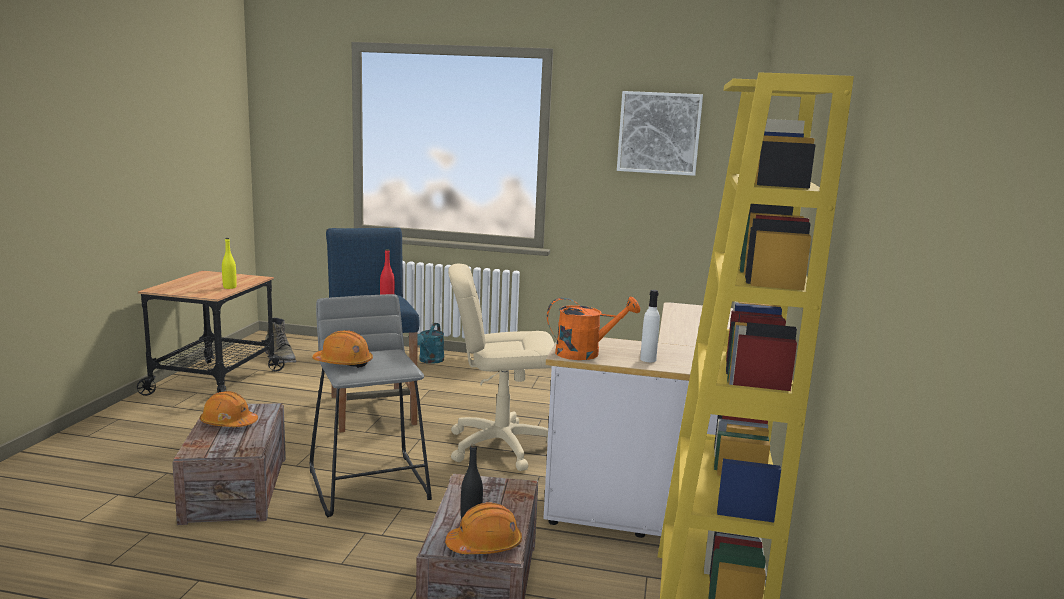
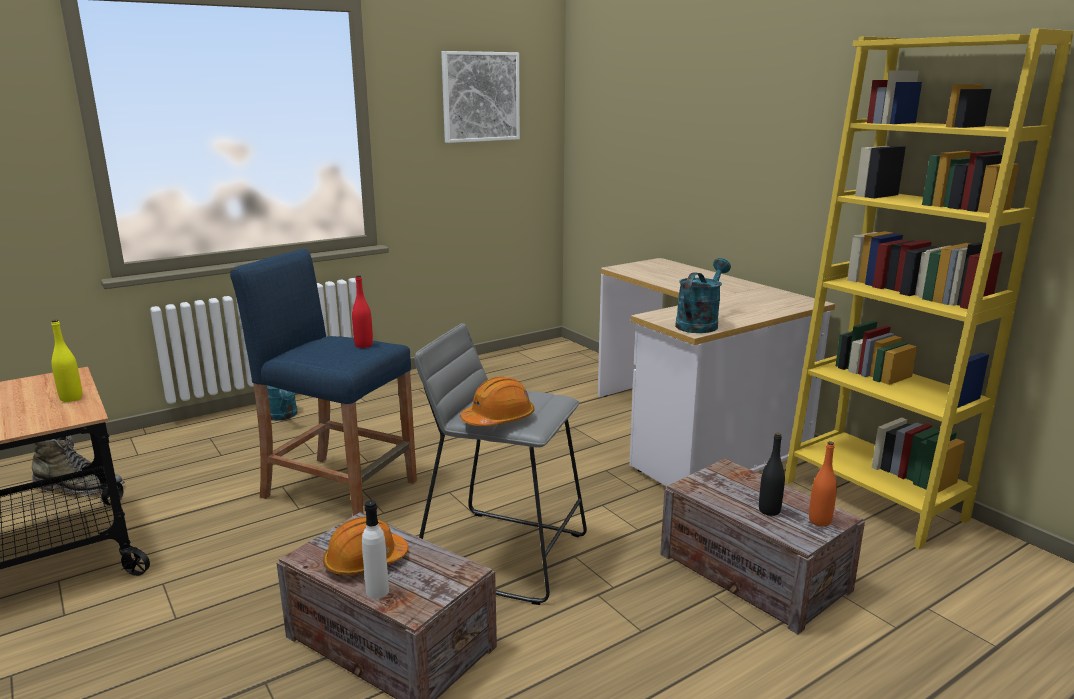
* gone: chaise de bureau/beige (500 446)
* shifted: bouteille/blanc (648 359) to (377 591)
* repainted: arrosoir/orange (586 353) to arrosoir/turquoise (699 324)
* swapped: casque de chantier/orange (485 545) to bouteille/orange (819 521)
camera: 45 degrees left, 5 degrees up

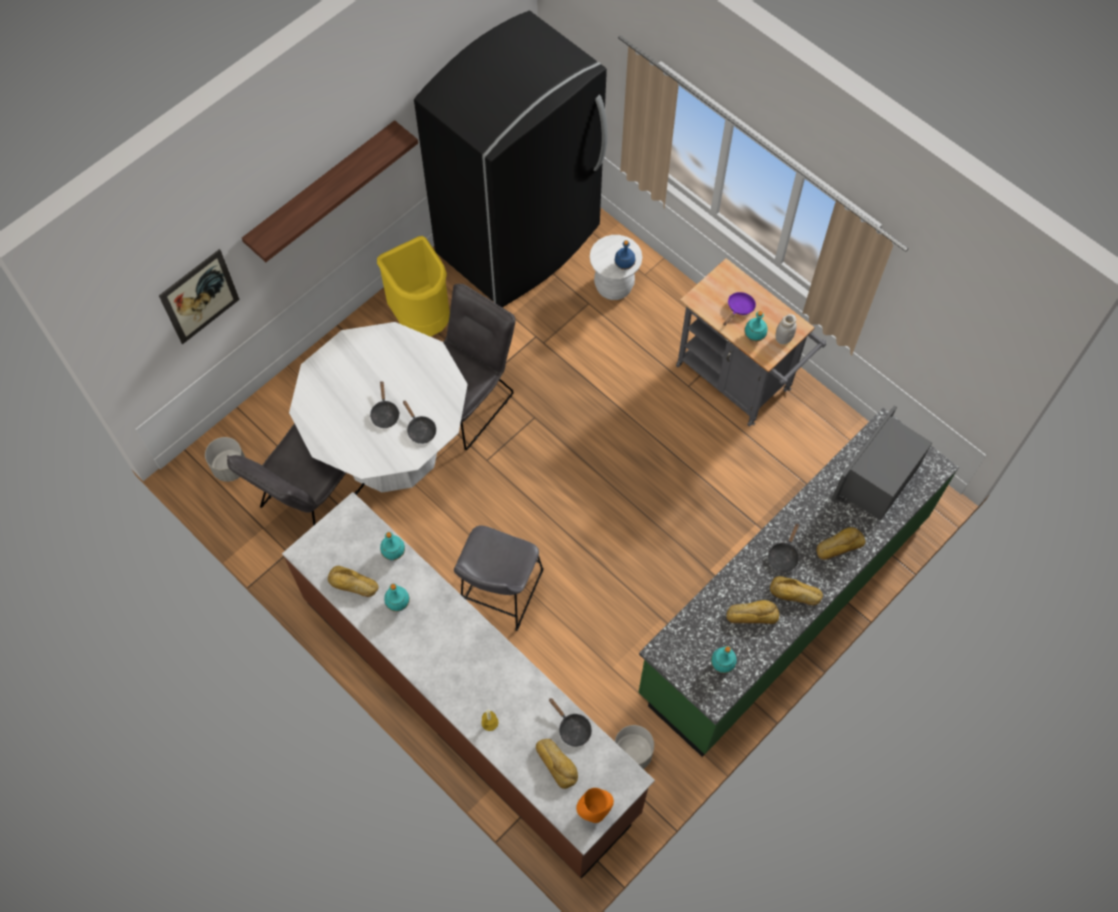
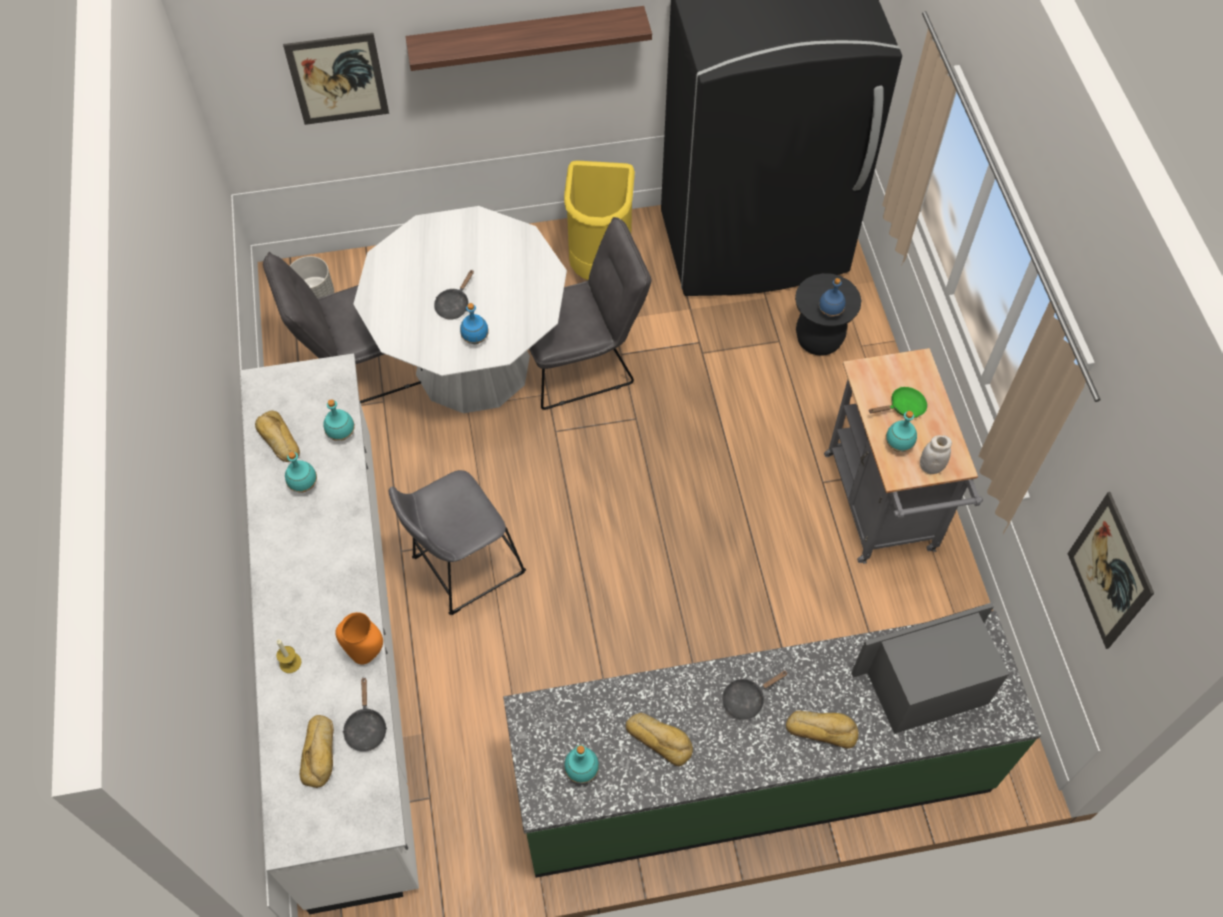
* repainted: tabouret/blanc (614 286) to tabouret/noir (819 339)
* repainted: poêle/violet (739 308) to poêle/vert (903 407)
* swapped: poêle/noir (420 429) to bouteille/bleu (475 339)
* repainted: comptoir de cuisine/marron (470 704) to comptoir de cuisine/blanc (347 656)
* gone: pain (795 594)
* gone: cache-pot/gris (632 754)
* shifted: vase/orange (594 812) to (365 654)
* new: tableau (1109 571)
camera: 35 degrees right, 5 degrees down

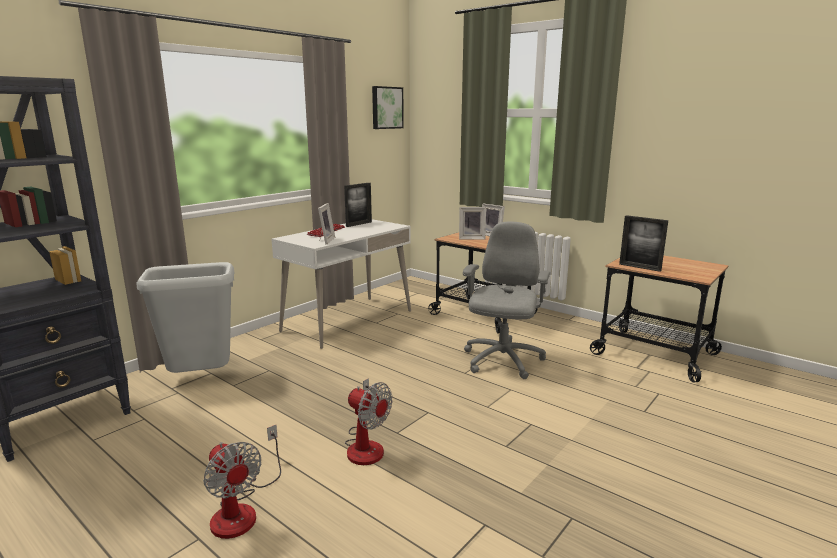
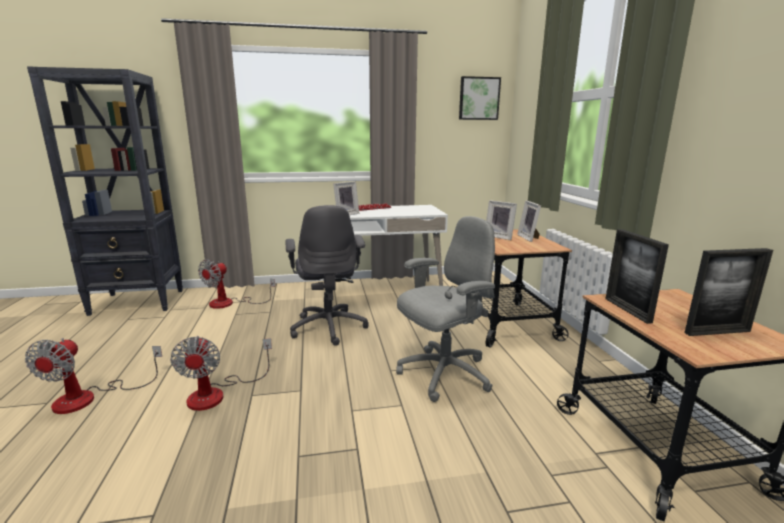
* shifted: cadre photo (359 224) to (717 332)
* swapped: poubelle/gris (202 378) to ventilateur (230 303)
* new: chaise de bureau/gris (329 327)
camera: 40 degrees right, 0 degrees up

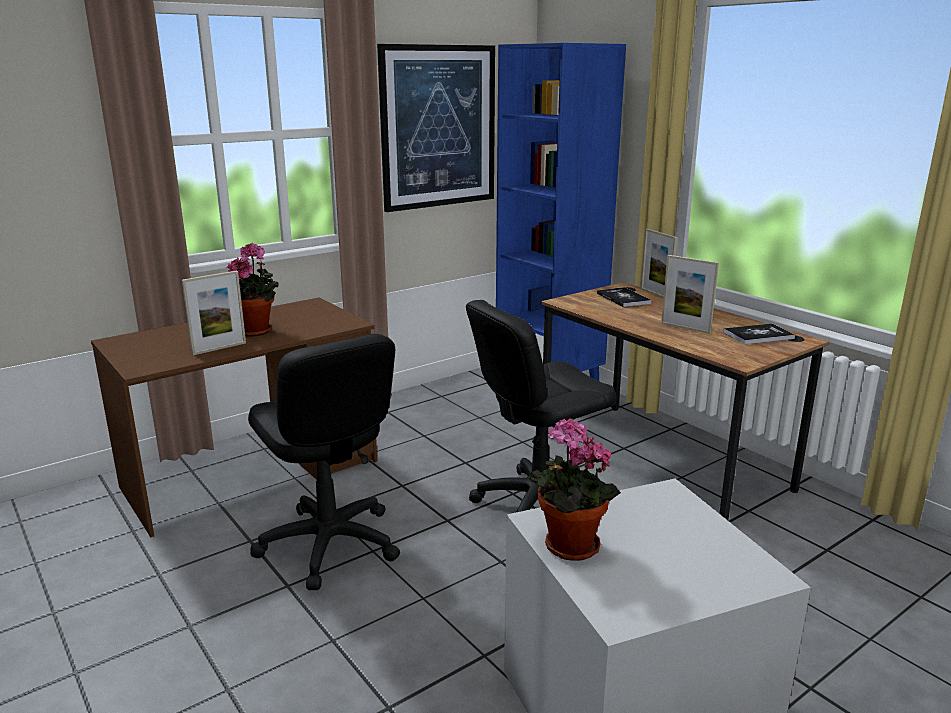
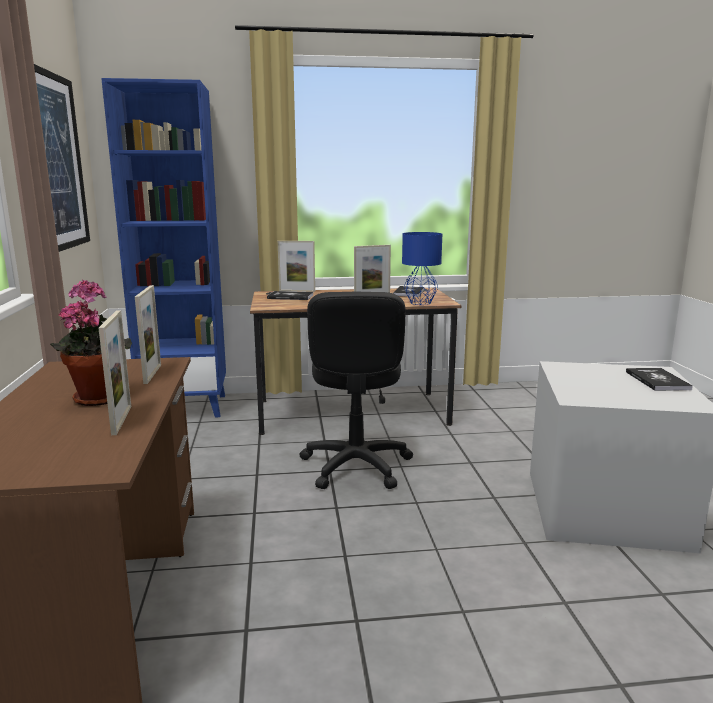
* gone: chaise de bureau/noir (329 544)
* gone: plante en pot (567 548)
* new: lampe de table/bleu (419 303)
* new: cadre photo (152 374)
* new: livre (657 380)
camera: 60 degrees left, 5 degrees down

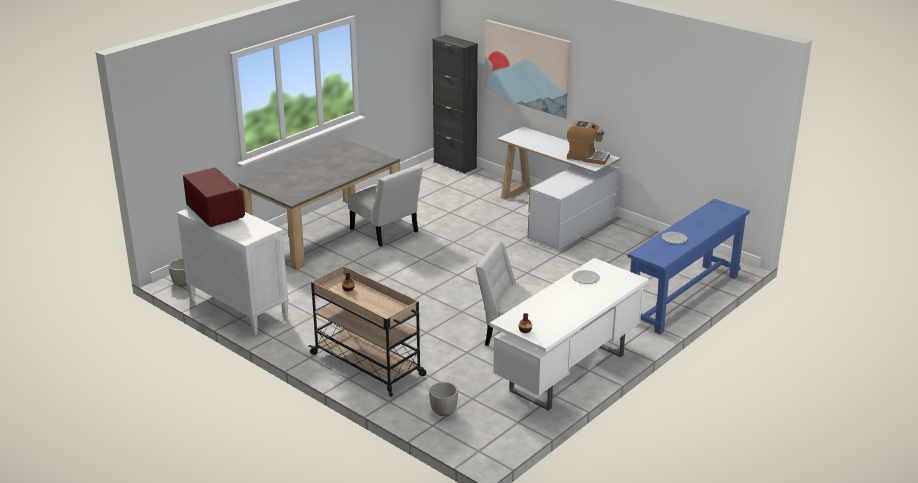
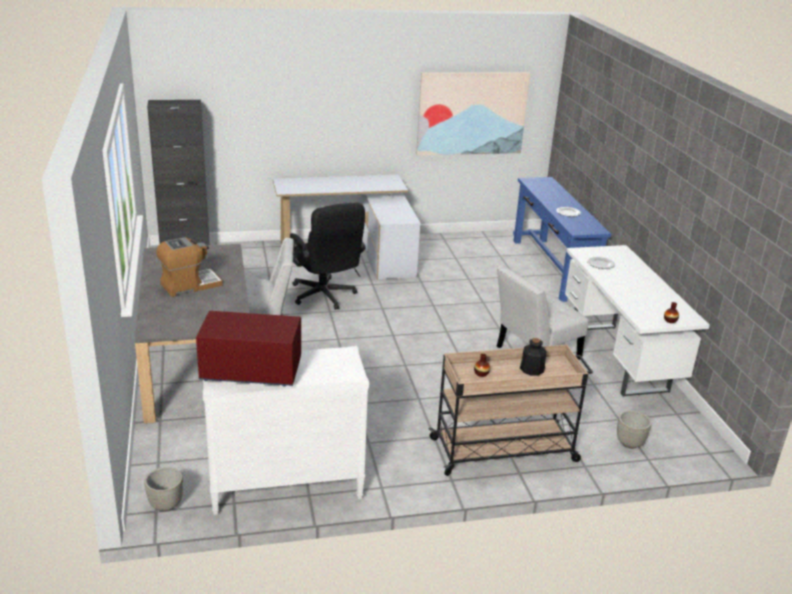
* shifted: tableau (527 68) to (472 113)
* shifted: machine à café (587 157) to (190 285)
* new: chaise de bureau/noir (325 297)
* new: bouteille (532 369)
camera: 55 degrees left, 0 degrees up

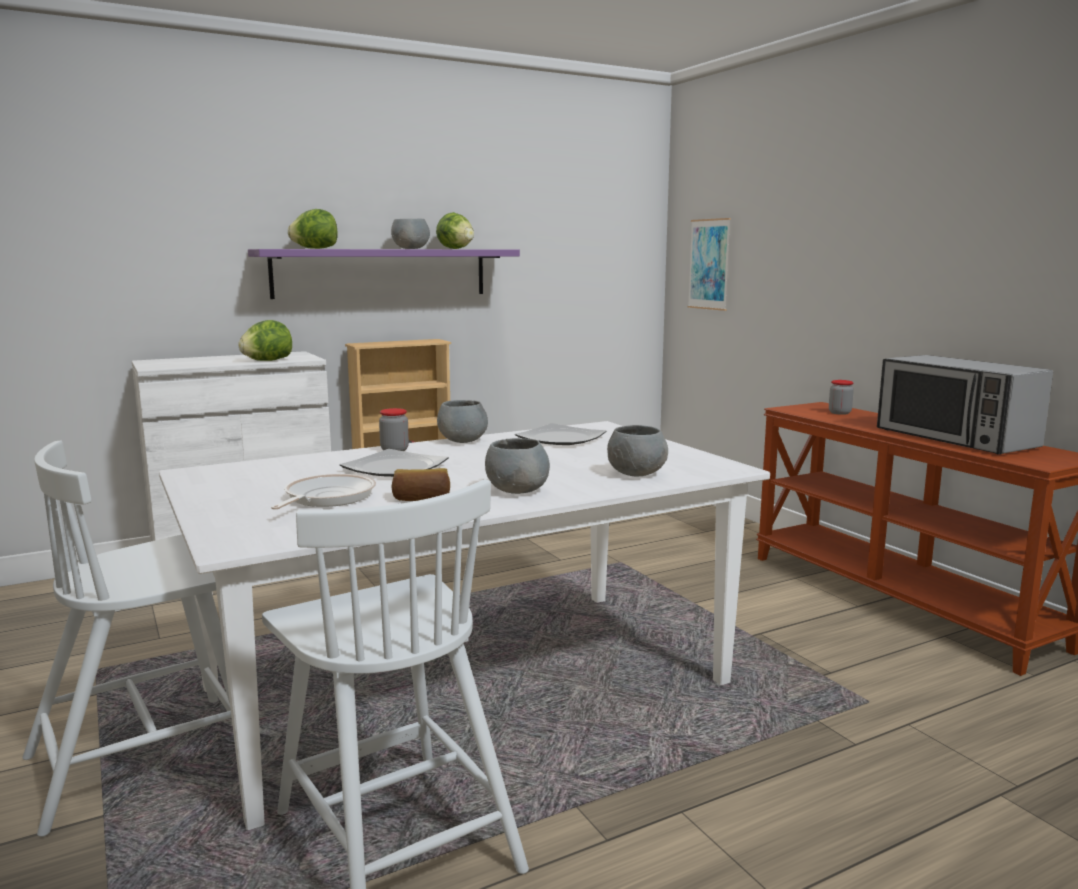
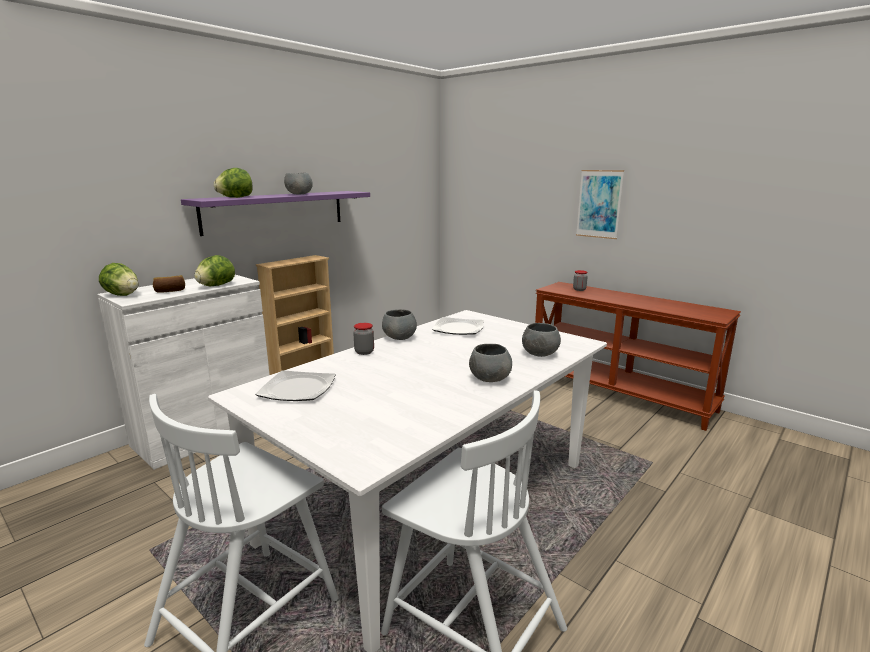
* shifted: laitue (456 249) to (122 295)
* shifted: tableau (709 264) to (599 204)
* gone: micro-ondes (955 438)
* shifted: assiette (396 468) to (298 388)
* shifted: pain (421 499) to (170 291)
* gone: poêle (326 498)
camera: 20 degrees left, 5 degrees up

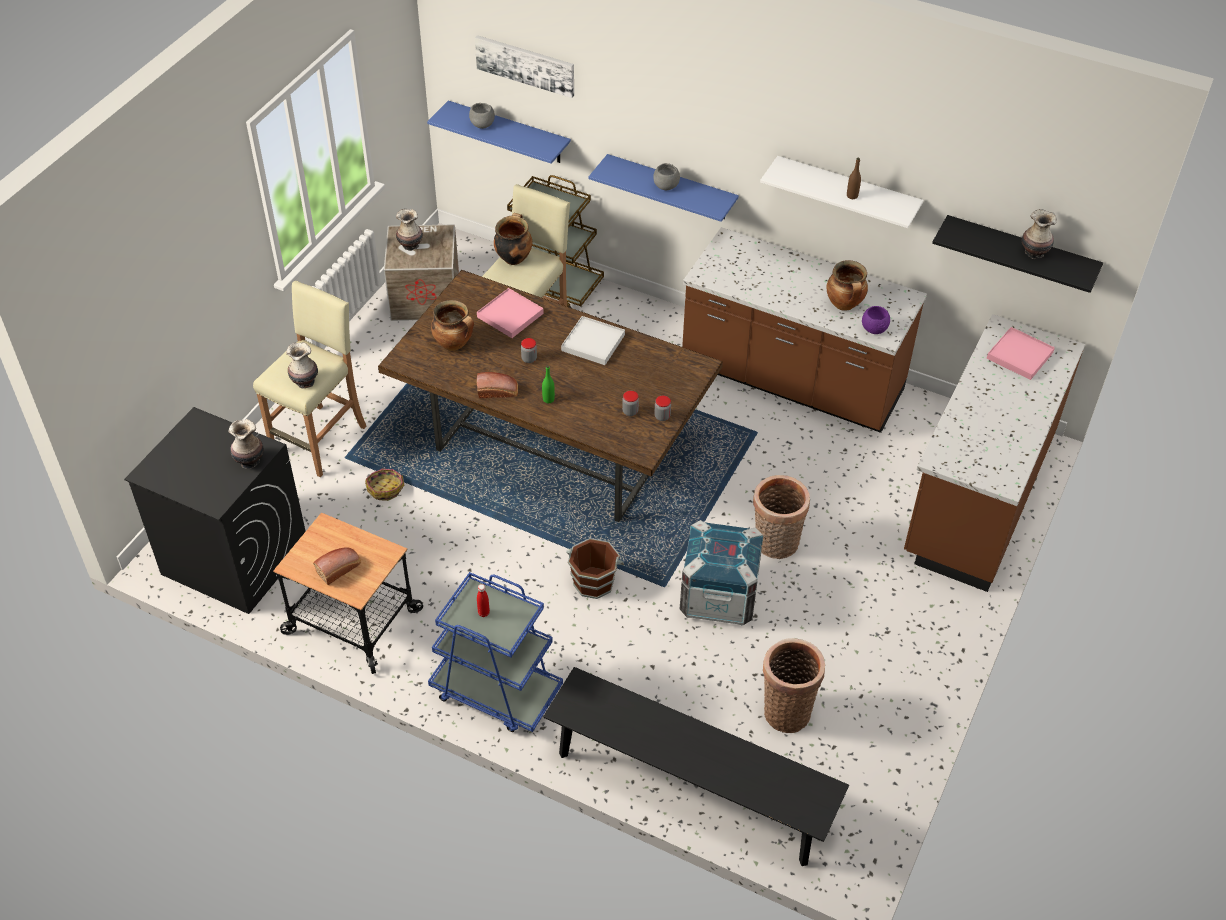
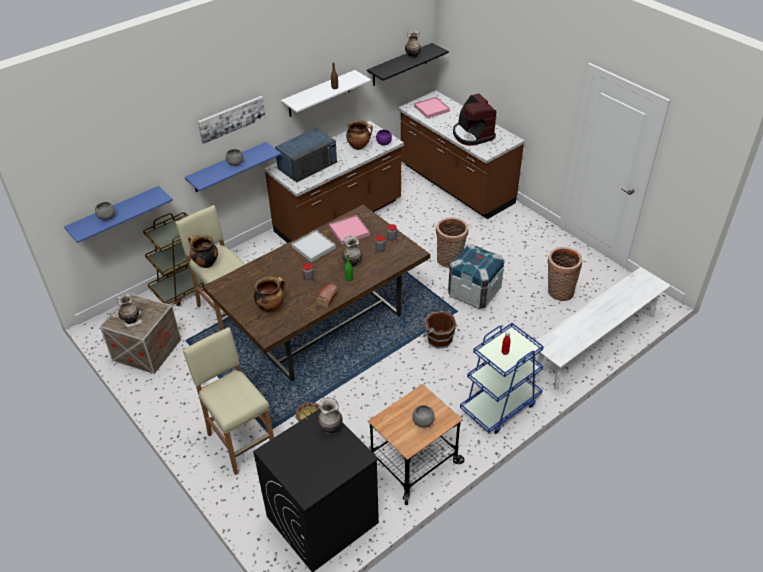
* shifted: tableau (525 65) to (231 118)
* shifted: plateau/rose (510 315) to (349 231)
* shifted: vase (305 382) to (352 263)
* swapped: pain (339 568) to bol/gris (423 422)
* repainted: banc/noir (689 789) to banc/blanc (595 343)
* new: machine à café (472 135)
* new: micro-ondes/bleu (307 165)
camera: 65 degrees left, 5 degrees down

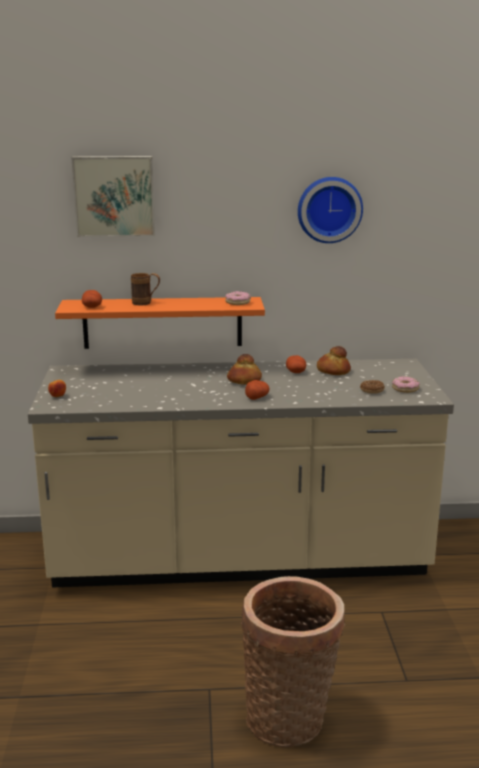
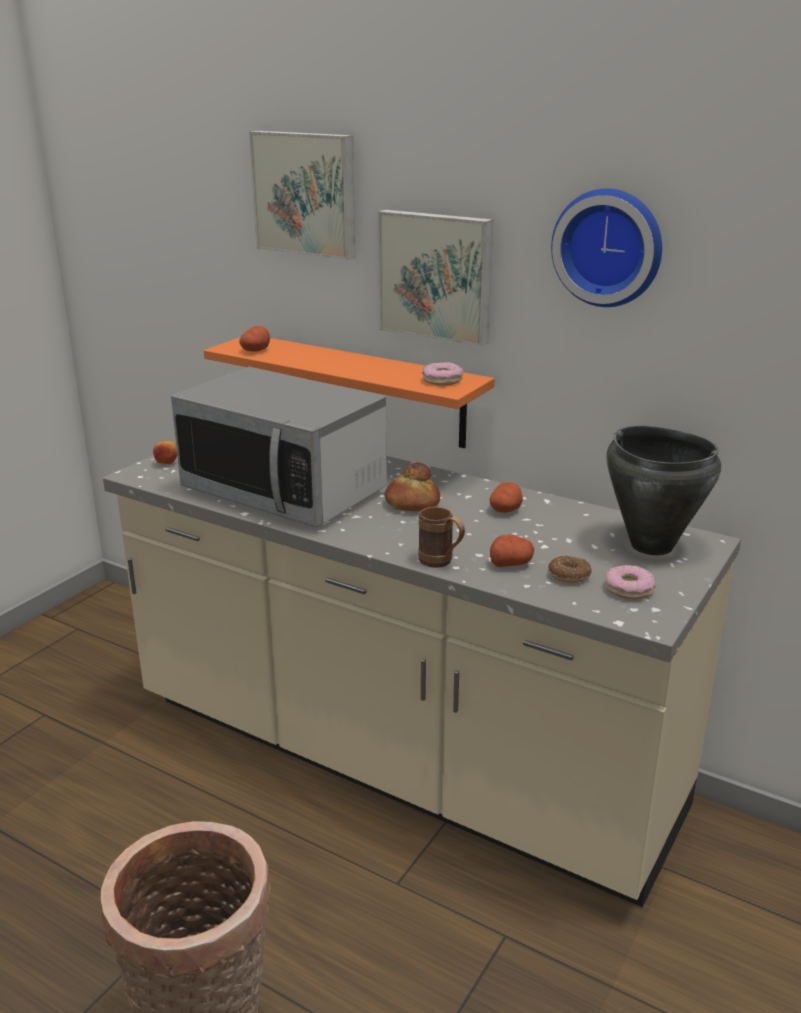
* shifted: mug/marron (146 303) to (441 563)
* gone: pain (333 371)
* shifted: pomme de terre (257 397) to (511 563)
* new: tableau (437 276)
* new: micro-ondes (285 491)
* new: marmite/noir (651 545)
camera: 35 degrees right, 5 degrees up

